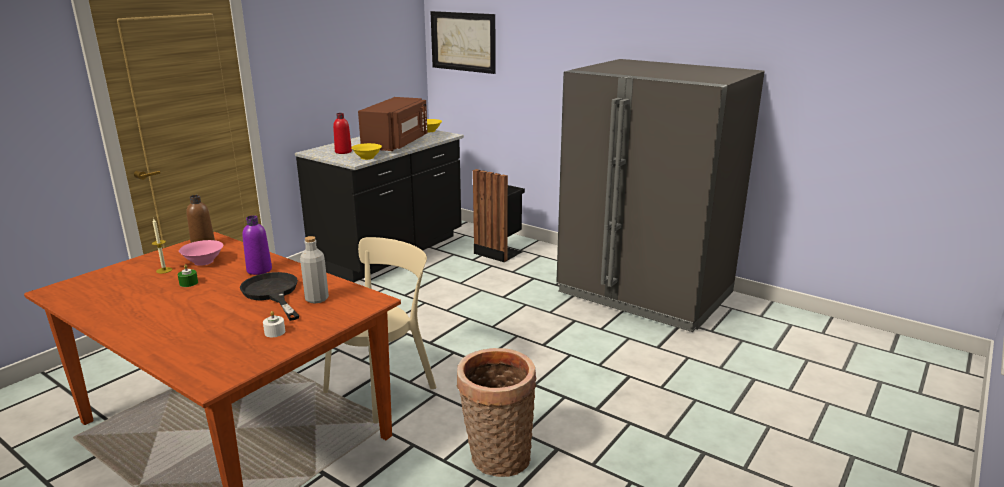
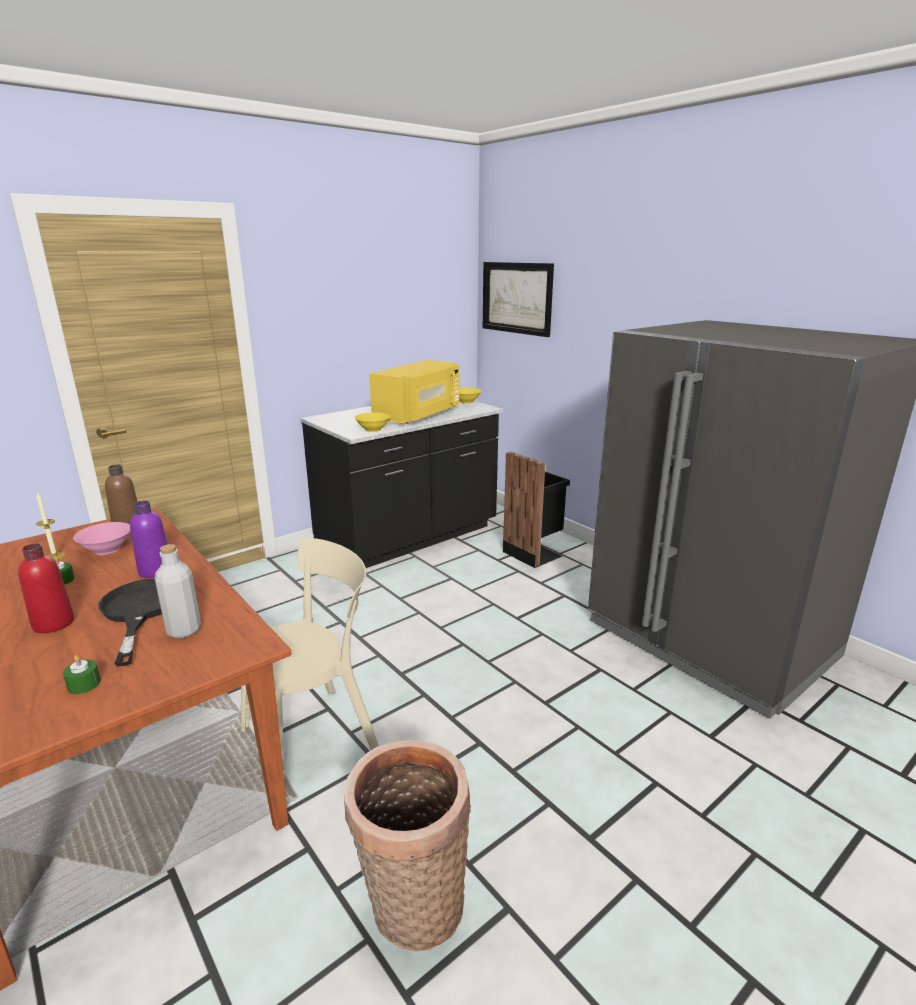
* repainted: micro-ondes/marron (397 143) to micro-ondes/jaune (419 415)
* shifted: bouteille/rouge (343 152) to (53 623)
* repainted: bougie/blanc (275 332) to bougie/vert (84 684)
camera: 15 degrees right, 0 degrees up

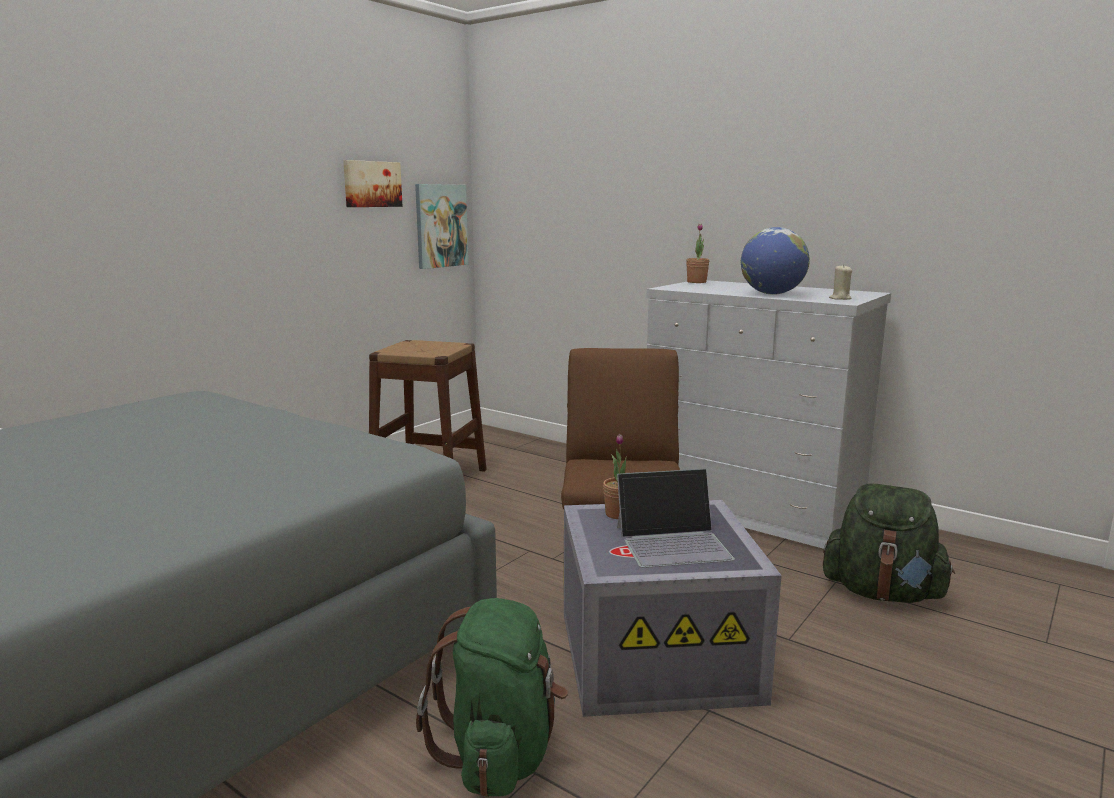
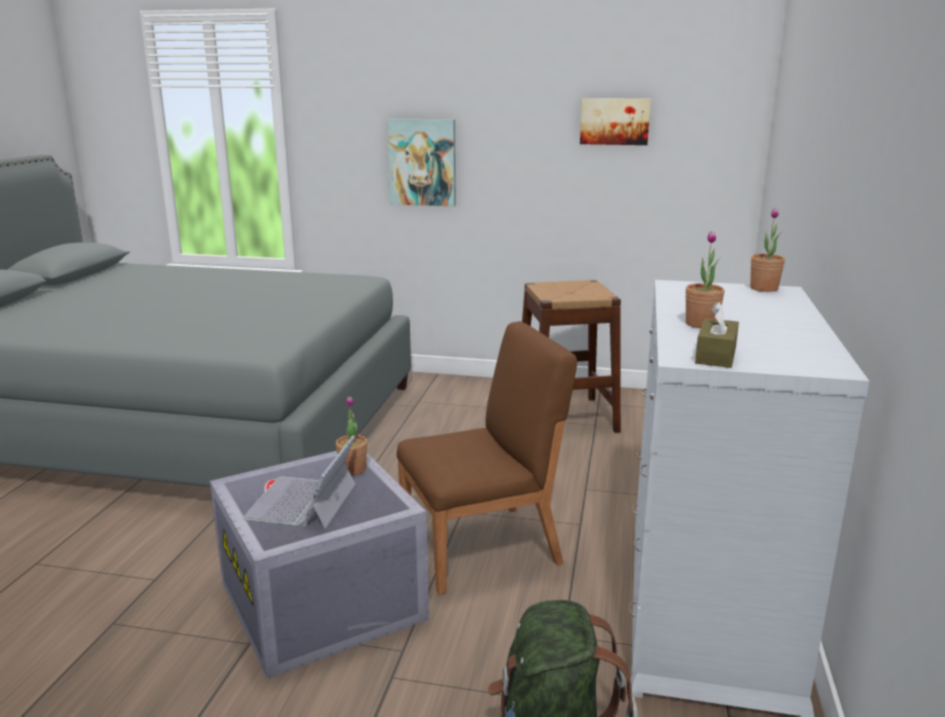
* shifted: tableau (440 226) to (422 162)
* swapped: globe (772 294) to plante en pot (701 324)
* swapped: bougie/beige (840 298) to boîte à mouchoirs/marron (716 355)
* rotated: ordinateur portable (673 542) = (302 502) 45 degrees clockwise
* gone: sac à dos/vert (500 753)
camera: 65 degrees right, 5 degrees up

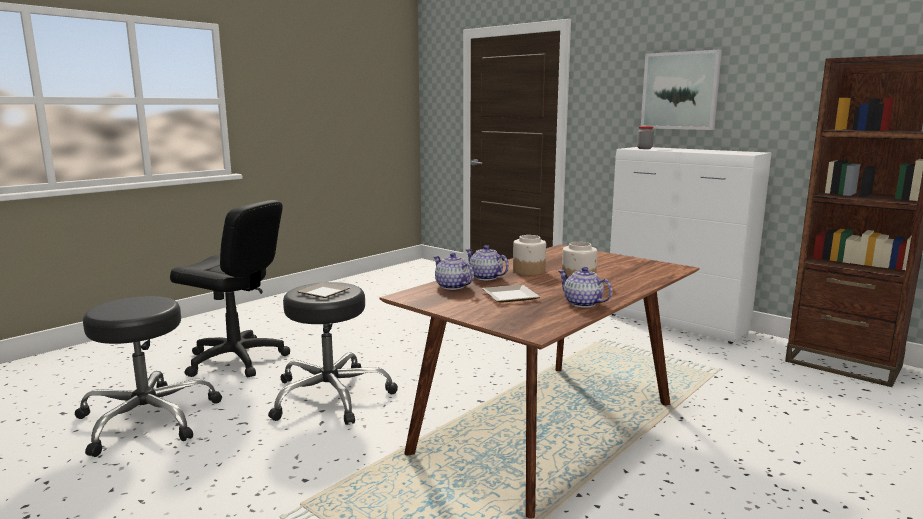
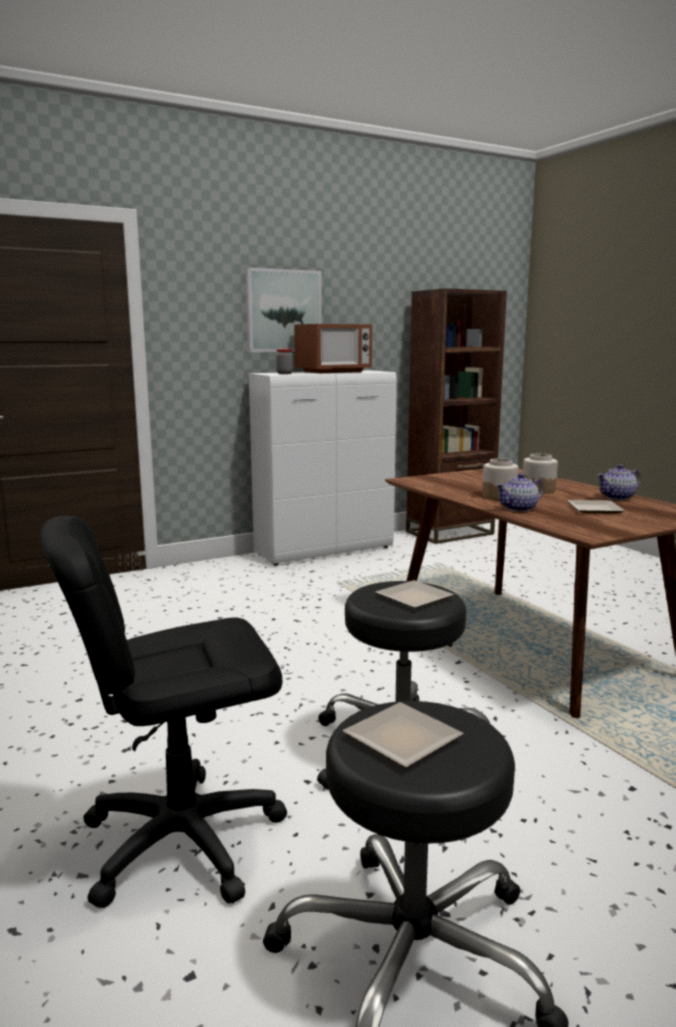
* rotated: chaise de bureau/noir (236 360) = (181 839) 150 degrees counterclockwise
* gone: théière (452 286)
* new: micro-ondes (333 372)
* new: assiette (398 739)
camera: 70 degrees left, 0 degrees up

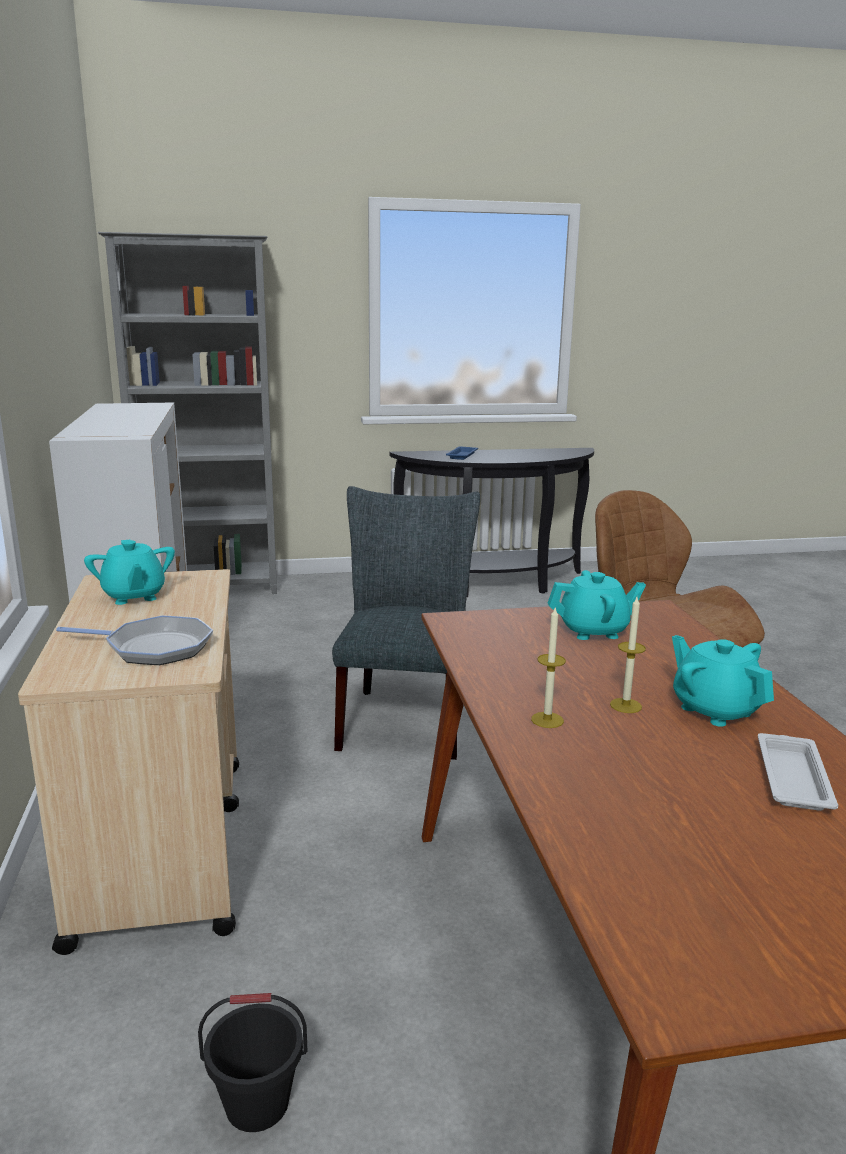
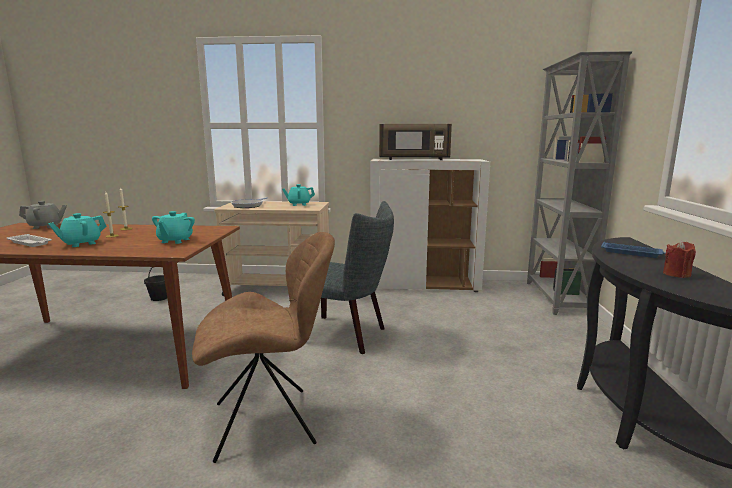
* rotated: théière/turquoise (715 710) = (81 243) 150 degrees clockwise
* new: micro-ondes/marron (414 159)
* new: théière/gris (46 226)
* new: bougie/rouge (676 274)
camera: 105 degrees right, 5 degrees down

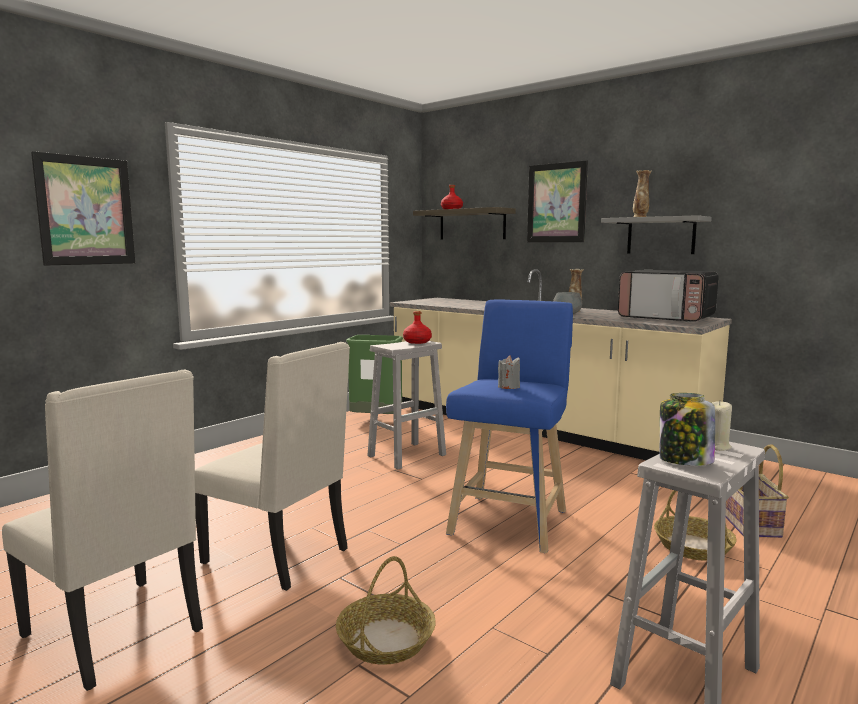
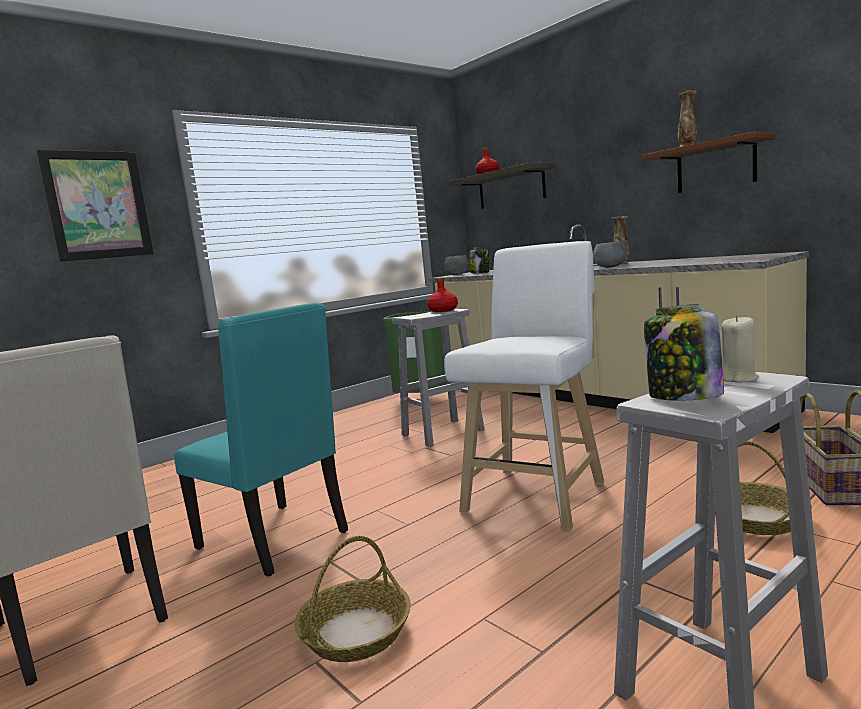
* gone: tableau (556 203)
* repainted: étagère/gris (661 236) to étagère/marron (715 166)
* gone: micro-ondes (667 318)
* repainted: tabouret/bleu (510 519) to tabouret/blanc (537 494)
* repainted: chaise/beige (280 556) to chaise/turquoise (276 539)
* gone: bougie/gris (508 387)
* new: bocal (480 273)
* new: bol/gris (457 274)
camera: 10 degrees right, 0 degrees up

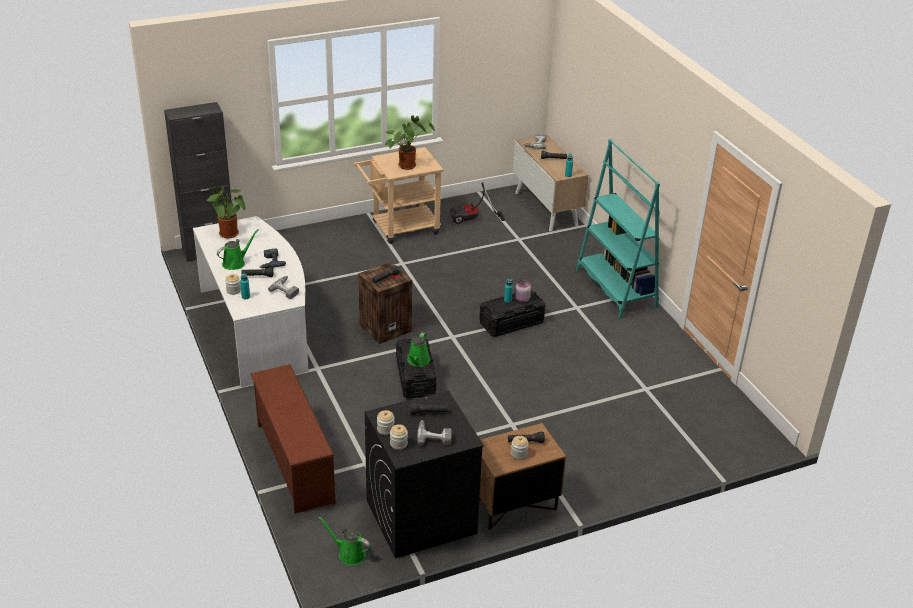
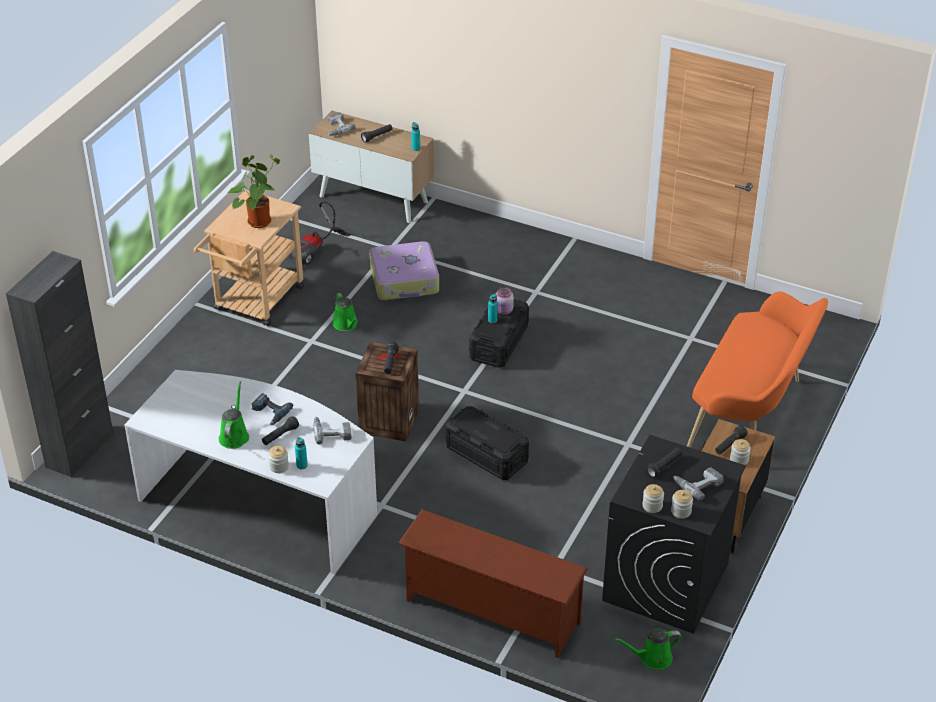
* gone: bibliothèque/turquoise (616 289)
* gone: plante en pot (230 235)
* shifted: arrosoir/vert (417 361) to (346 324)
* new: valise (405 280)
* new: banc/orange (751 416)
camera: 40 degrees left, 5 degrees up

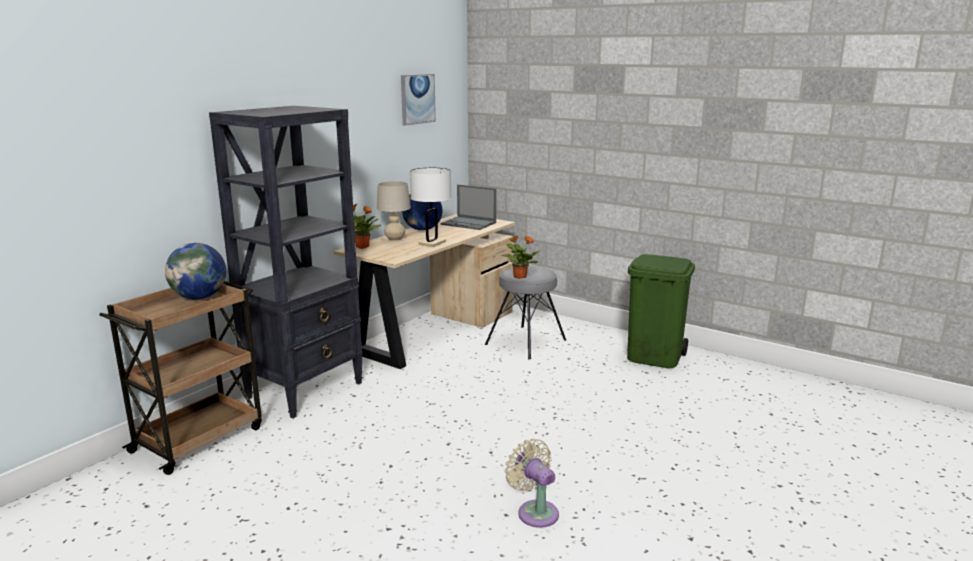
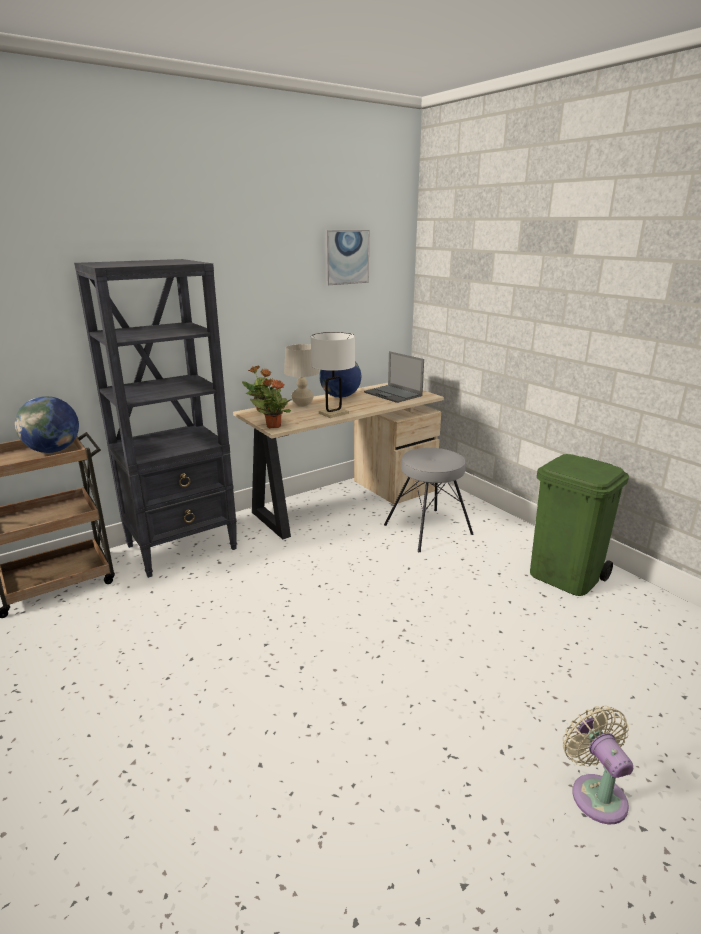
* shifted: plante en pot (519 276) to (273 426)
* shifted: ventilateur/beige (535 511) to (595 793)
camera: 20 degrees right, 5 degrees up

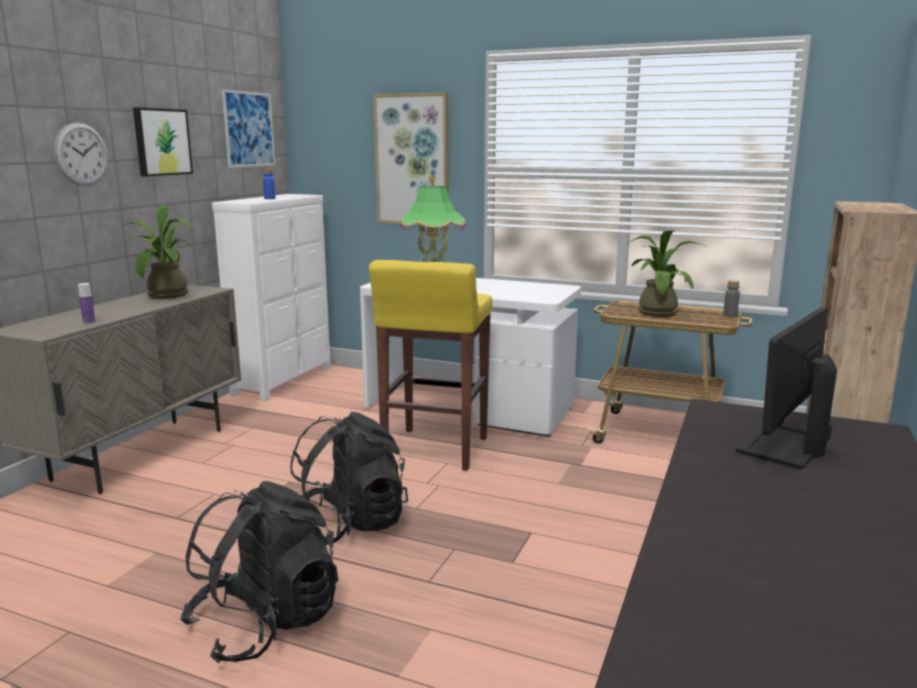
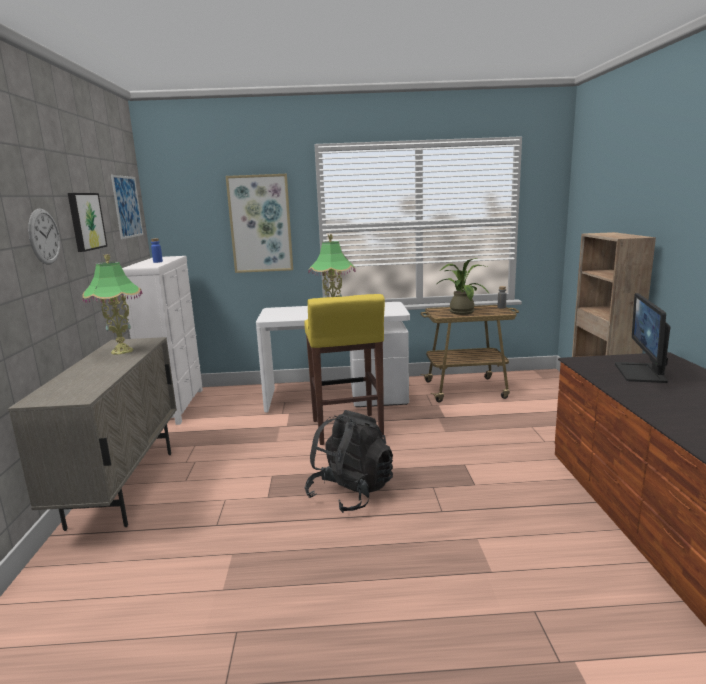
* swapped: plante en pot (165 296) to lampe de table (122 351)
* gone: bouteille (89 323)
* gone: sac à dos/noir (266 623)
camera: 25 degrees left, 0 degrees up

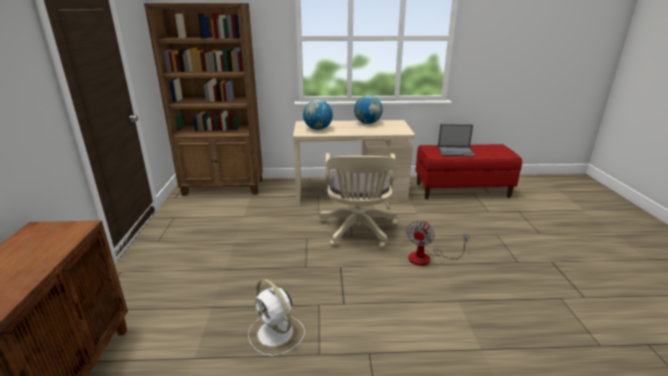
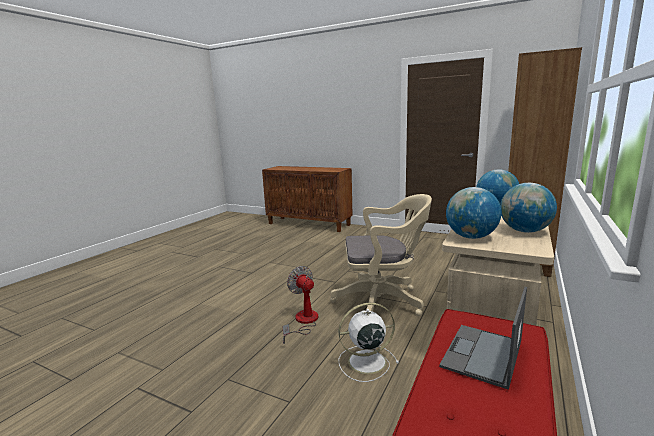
* rotated: chaise de bureau/beige (358 231) = (383 302) 150 degrees clockwise
* shifted: ventilateur/blanc (276 334) to (365 362)
* new: globe (471 237)
camera: 120 degrees right, 10 degrees down

